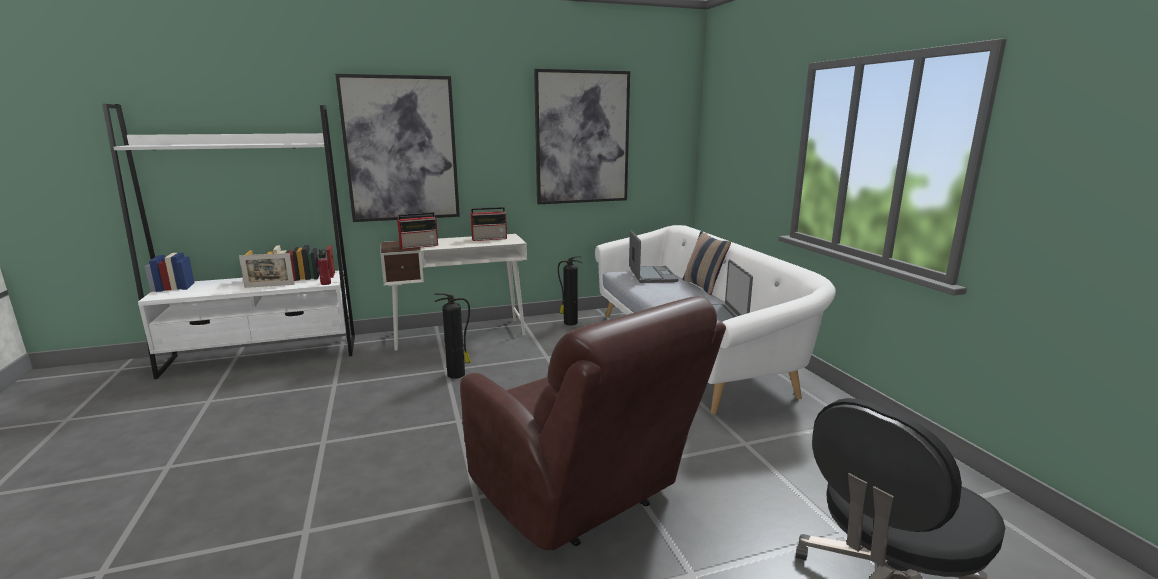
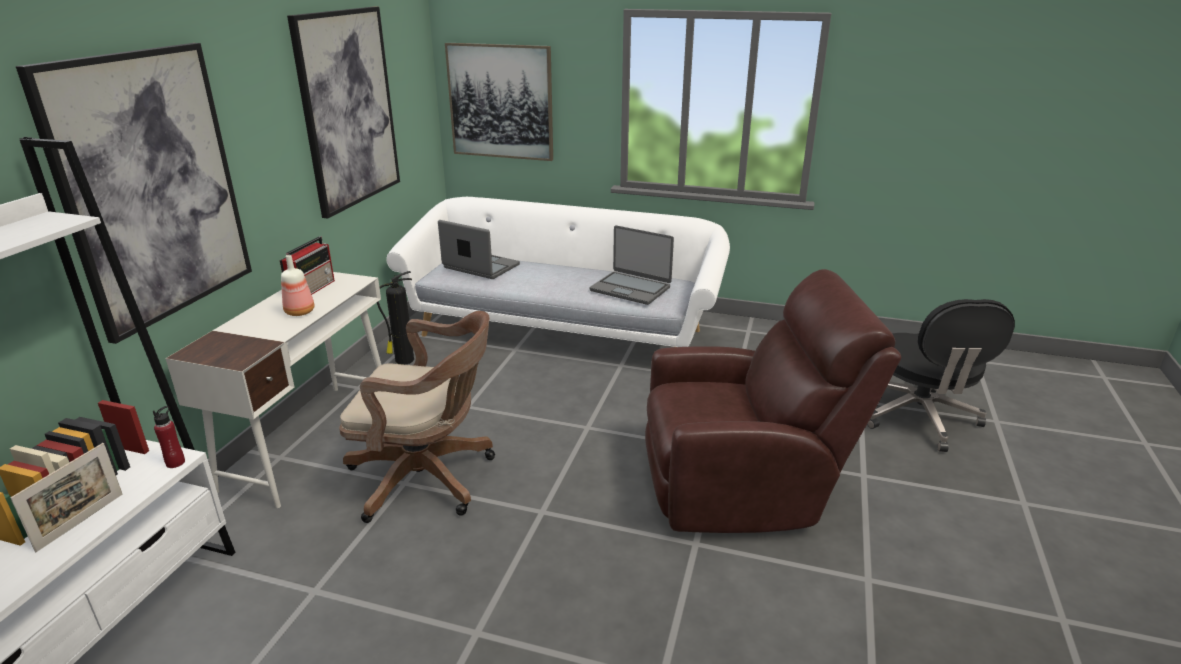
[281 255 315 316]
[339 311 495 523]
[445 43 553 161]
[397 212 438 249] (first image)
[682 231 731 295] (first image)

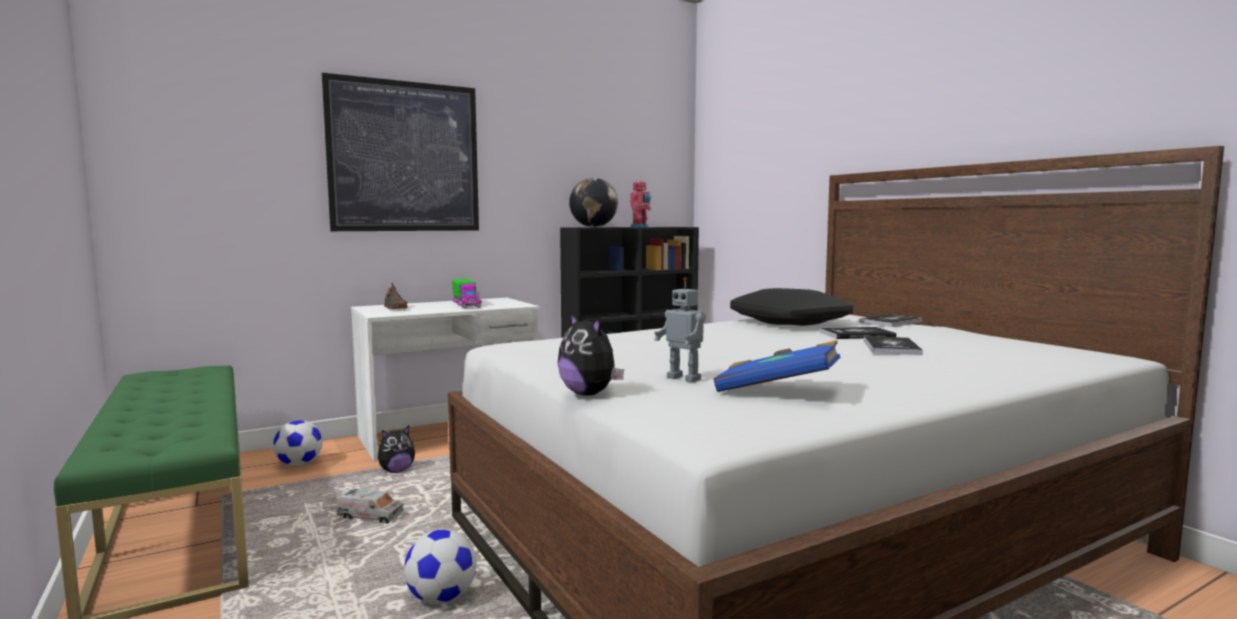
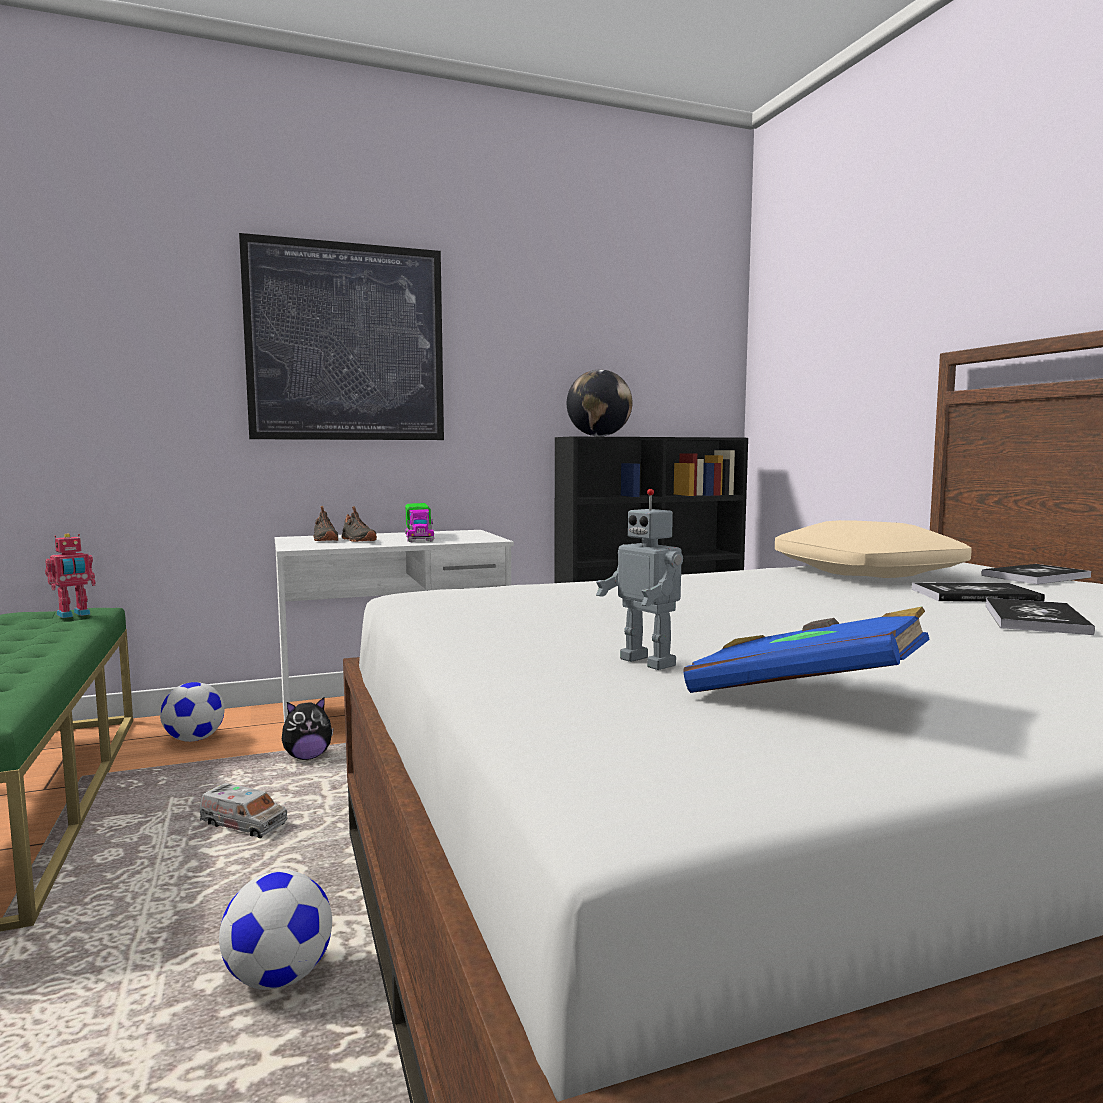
[45 533 96 618]
[342 506 377 542]
[775 520 972 578]
[558 312 624 396] (first image)

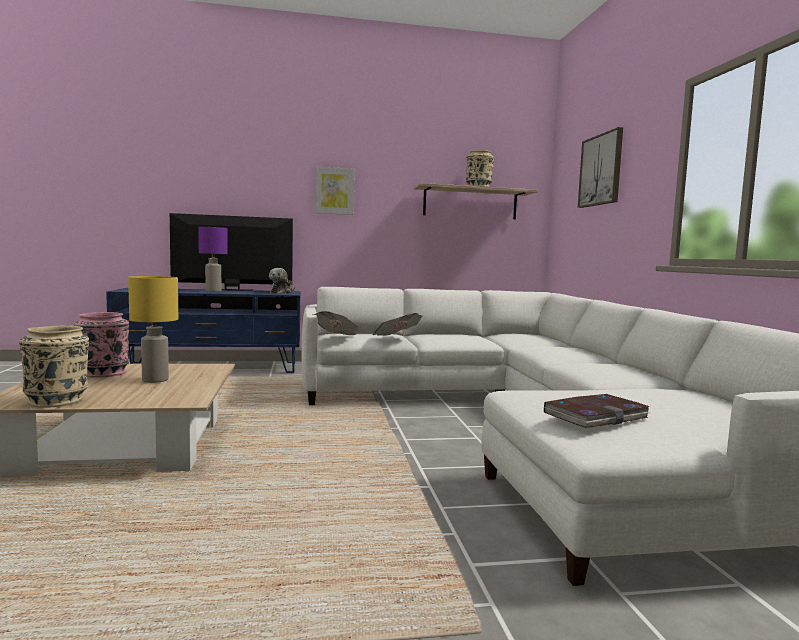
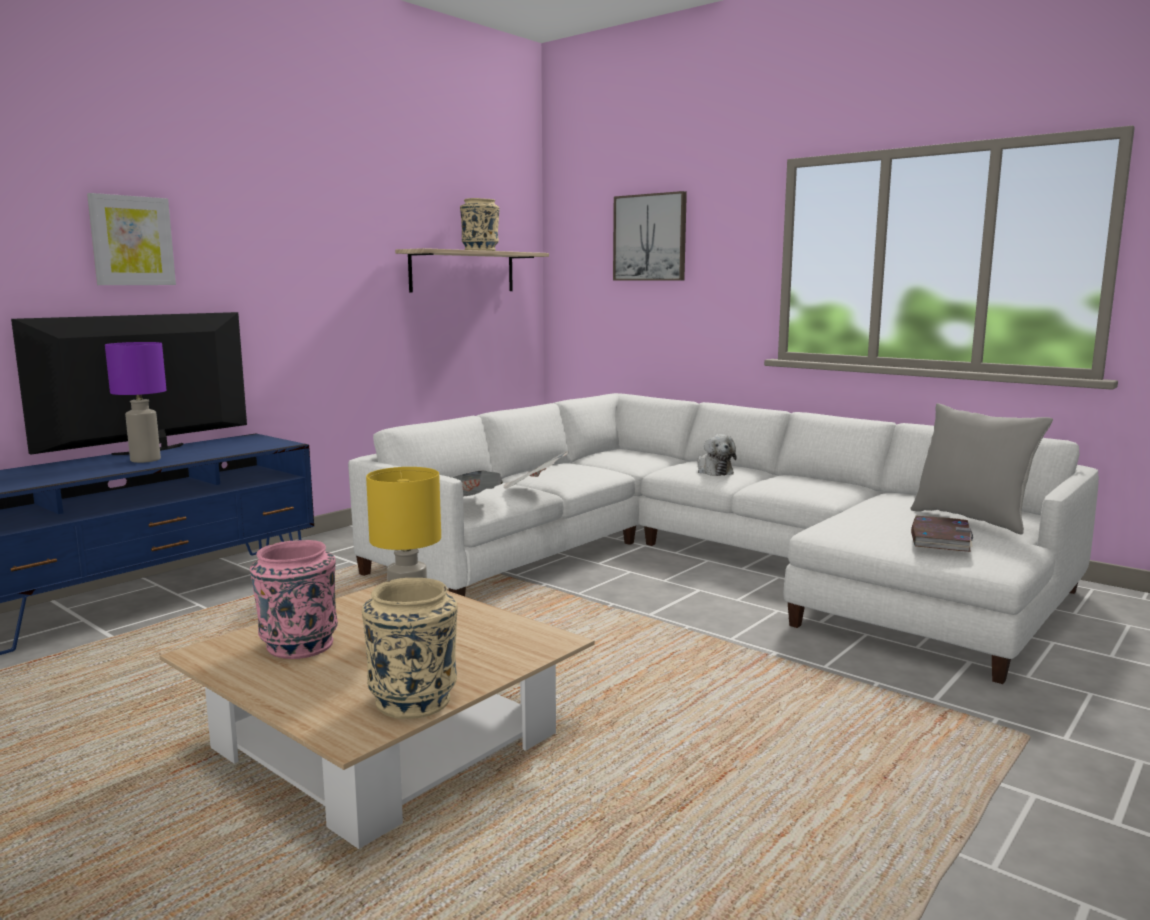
[87 193 176 285]
[697 434 737 476]
[911 403 1053 535]

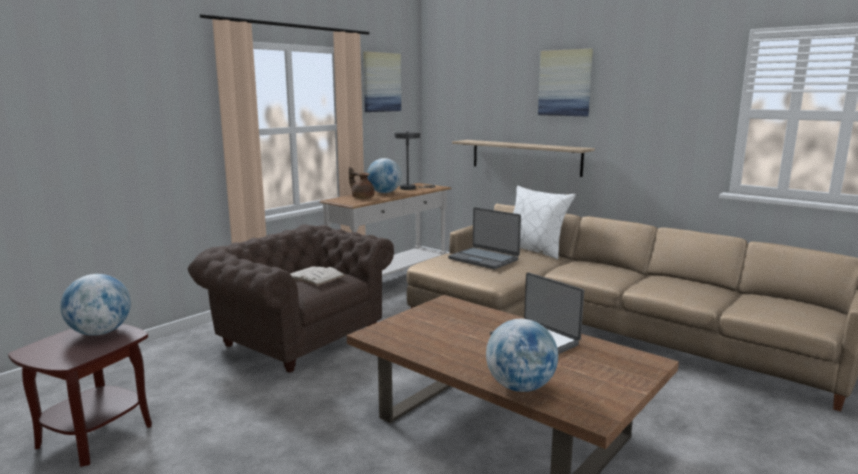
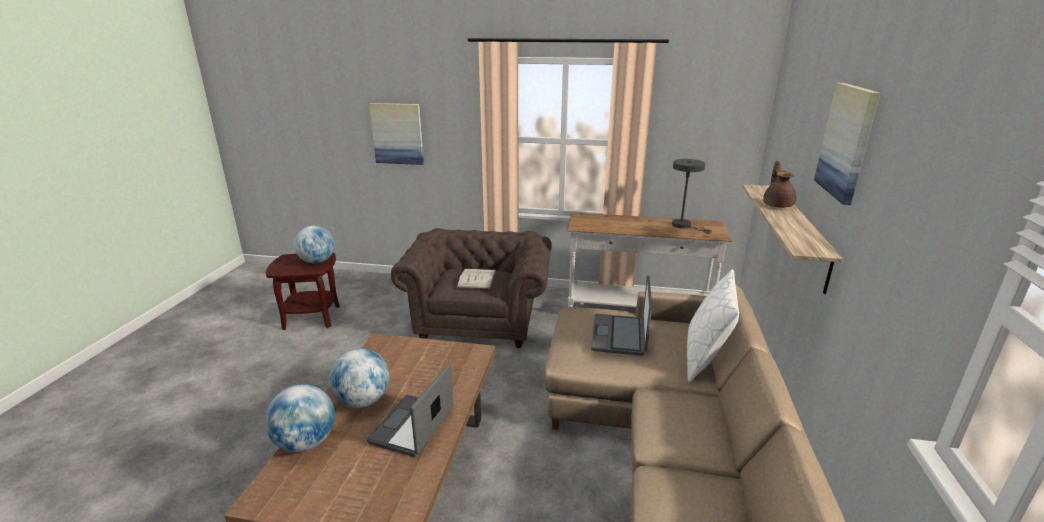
[329 348 389 408]
[369 103 424 165]
[763 160 796 208]

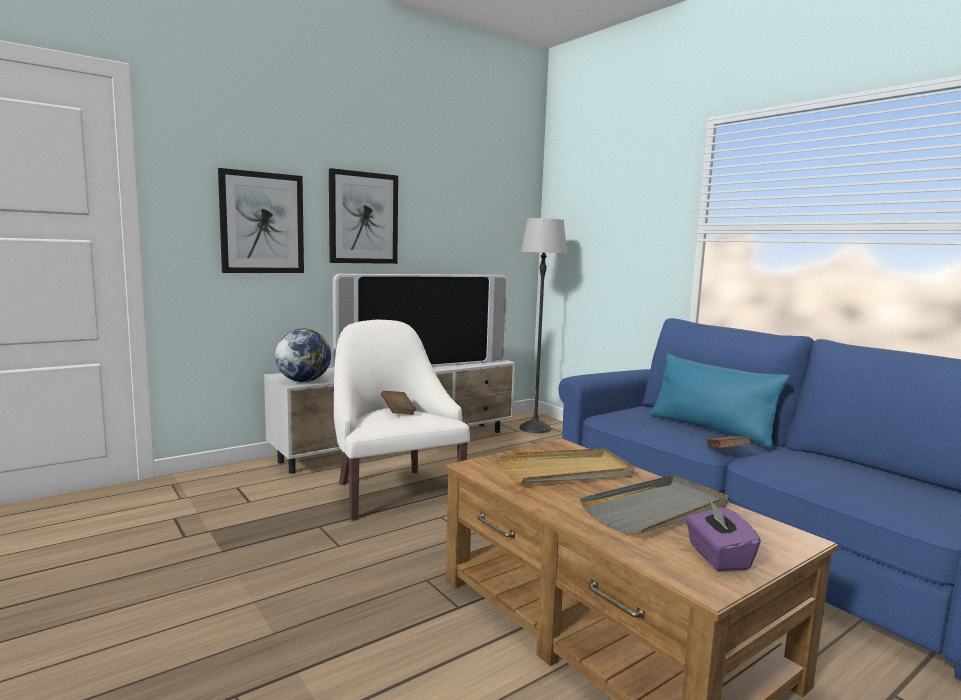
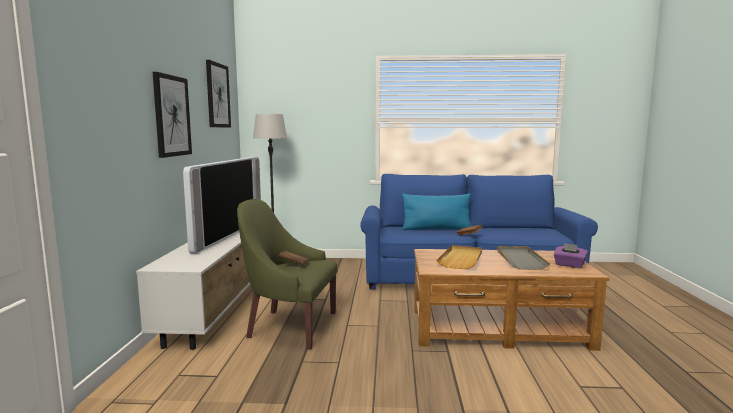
[206 60 231 127]
[237 199 338 350]
[275 329 331 382] (first image)

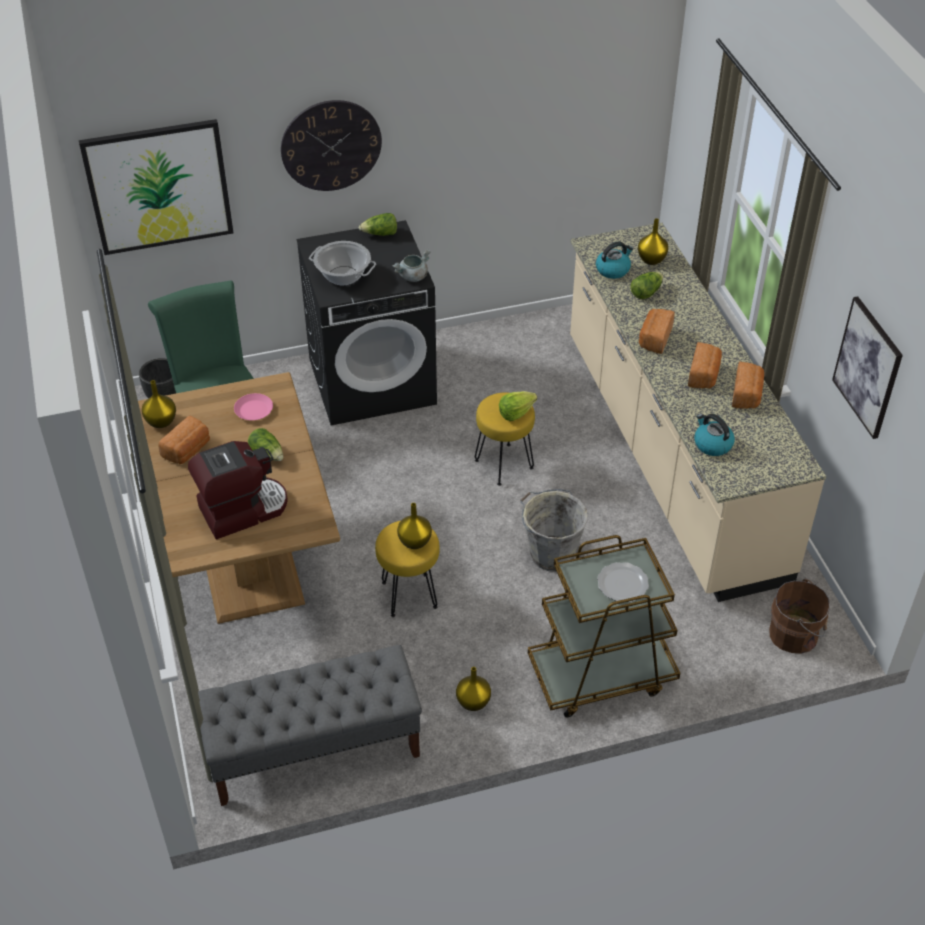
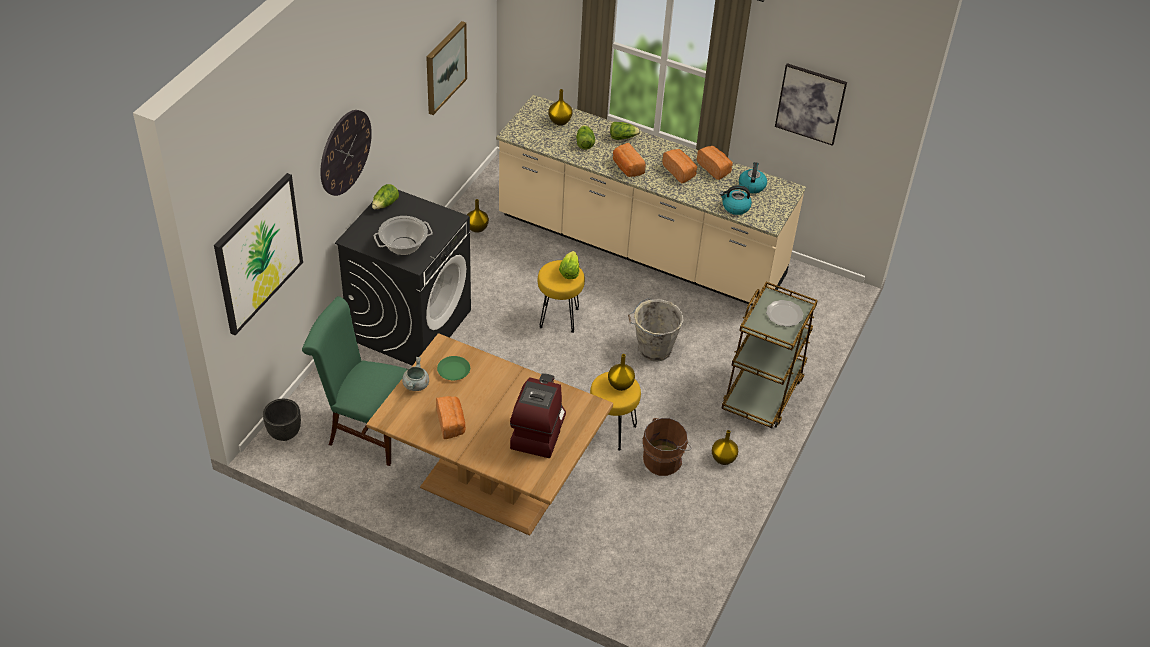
[402 357 429 391]
[426 21 467 115]
[437 356 470 380]
[467 199 489 233]
[610 122 641 140]
[643 418 691 476]
[739 162 767 193]
[198 645 422 806] (first image)

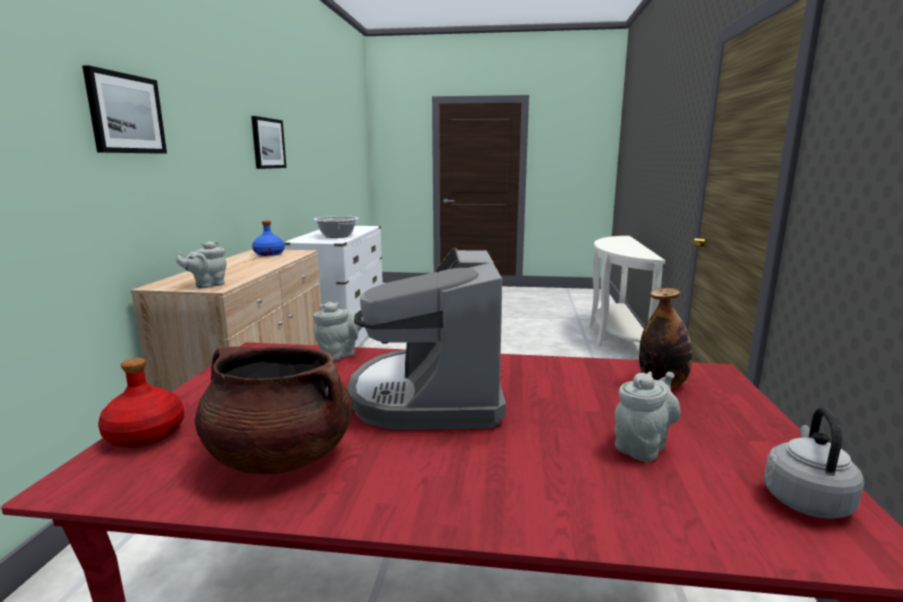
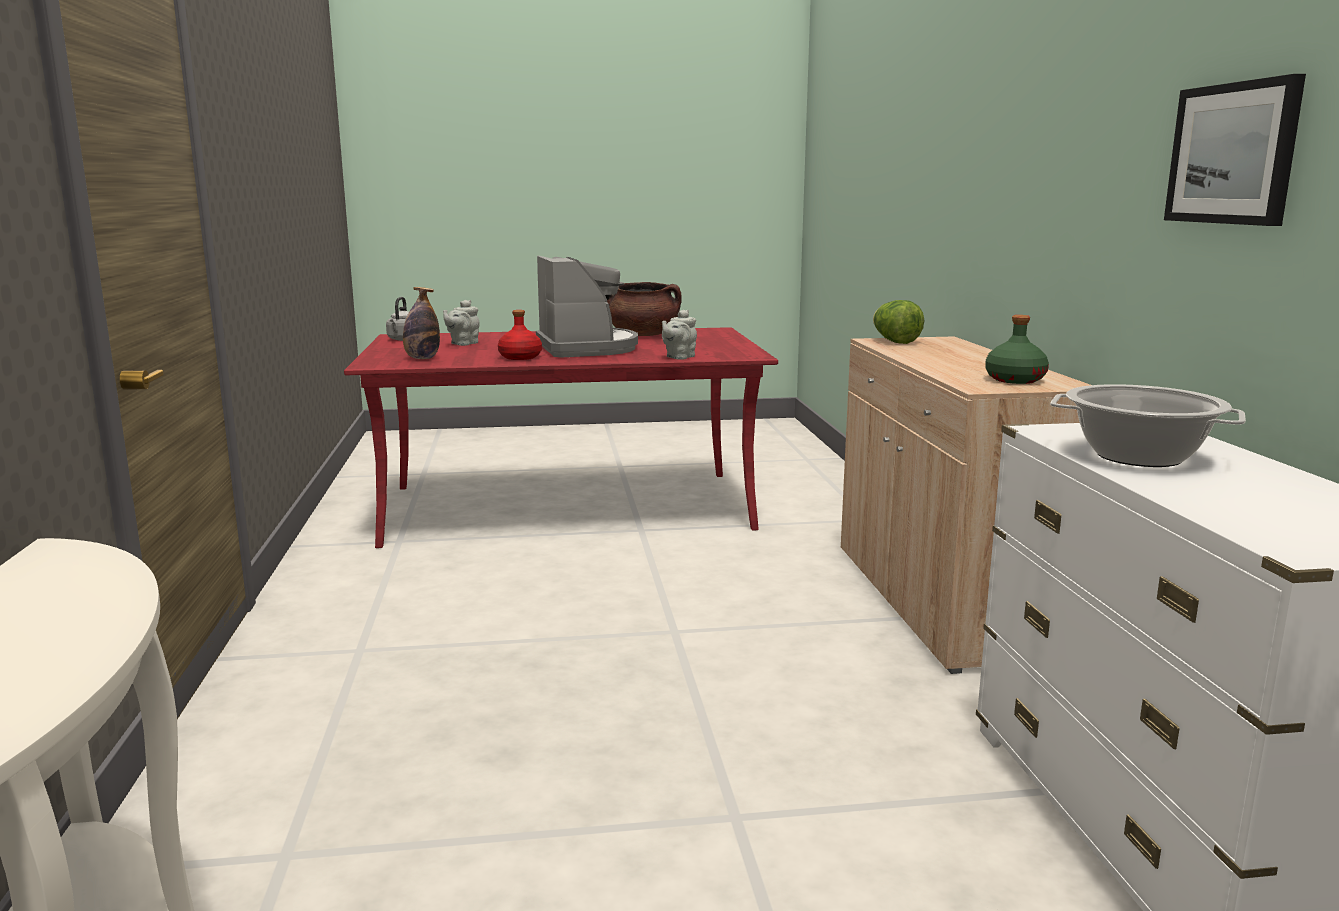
[498 310 542 360]
[873 300 925 344]
[985 315 1049 384]
[82 65 167 154] (first image)

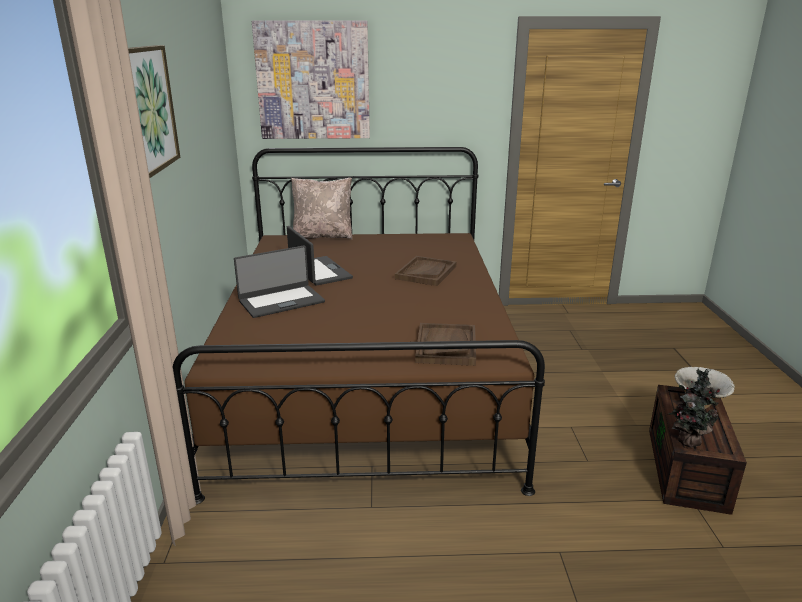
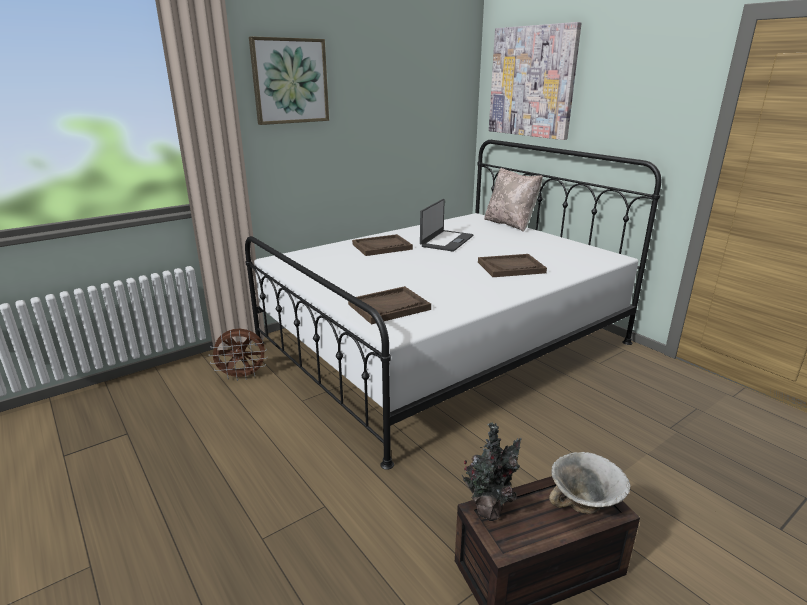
[209 329 268 381]
[245 140 662 470]
[352 234 413 256]

